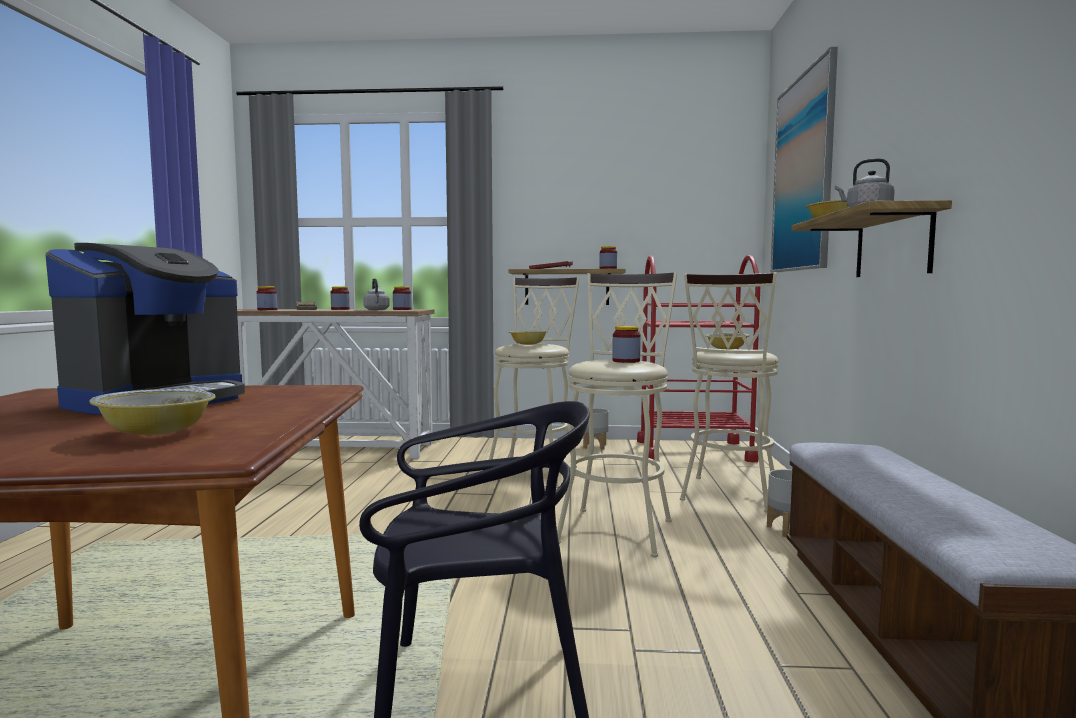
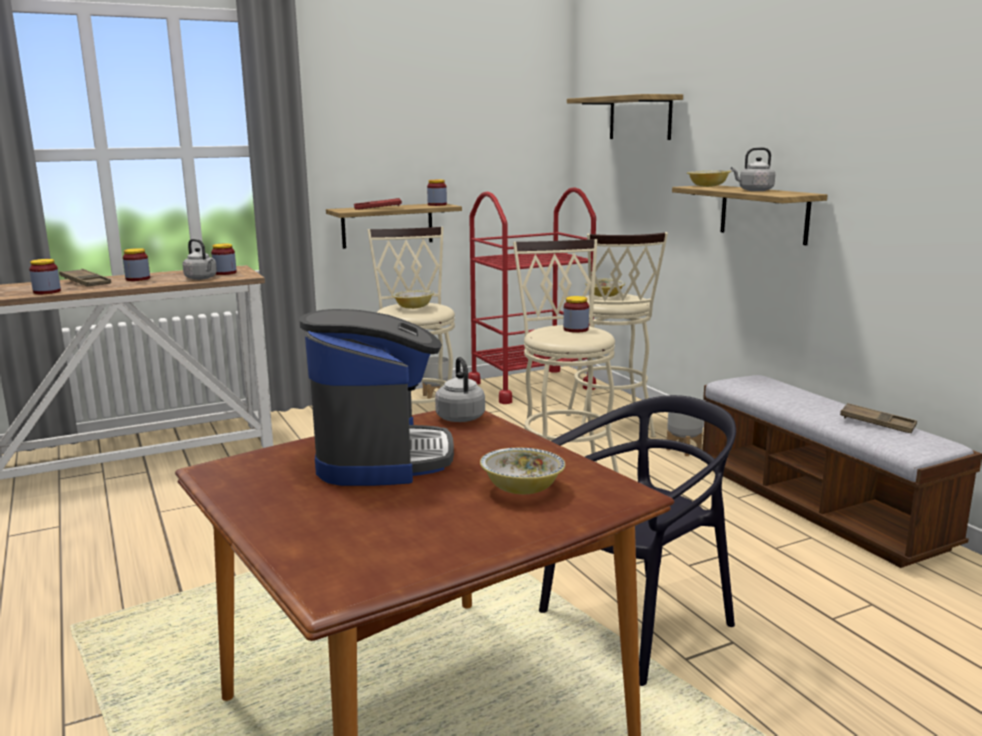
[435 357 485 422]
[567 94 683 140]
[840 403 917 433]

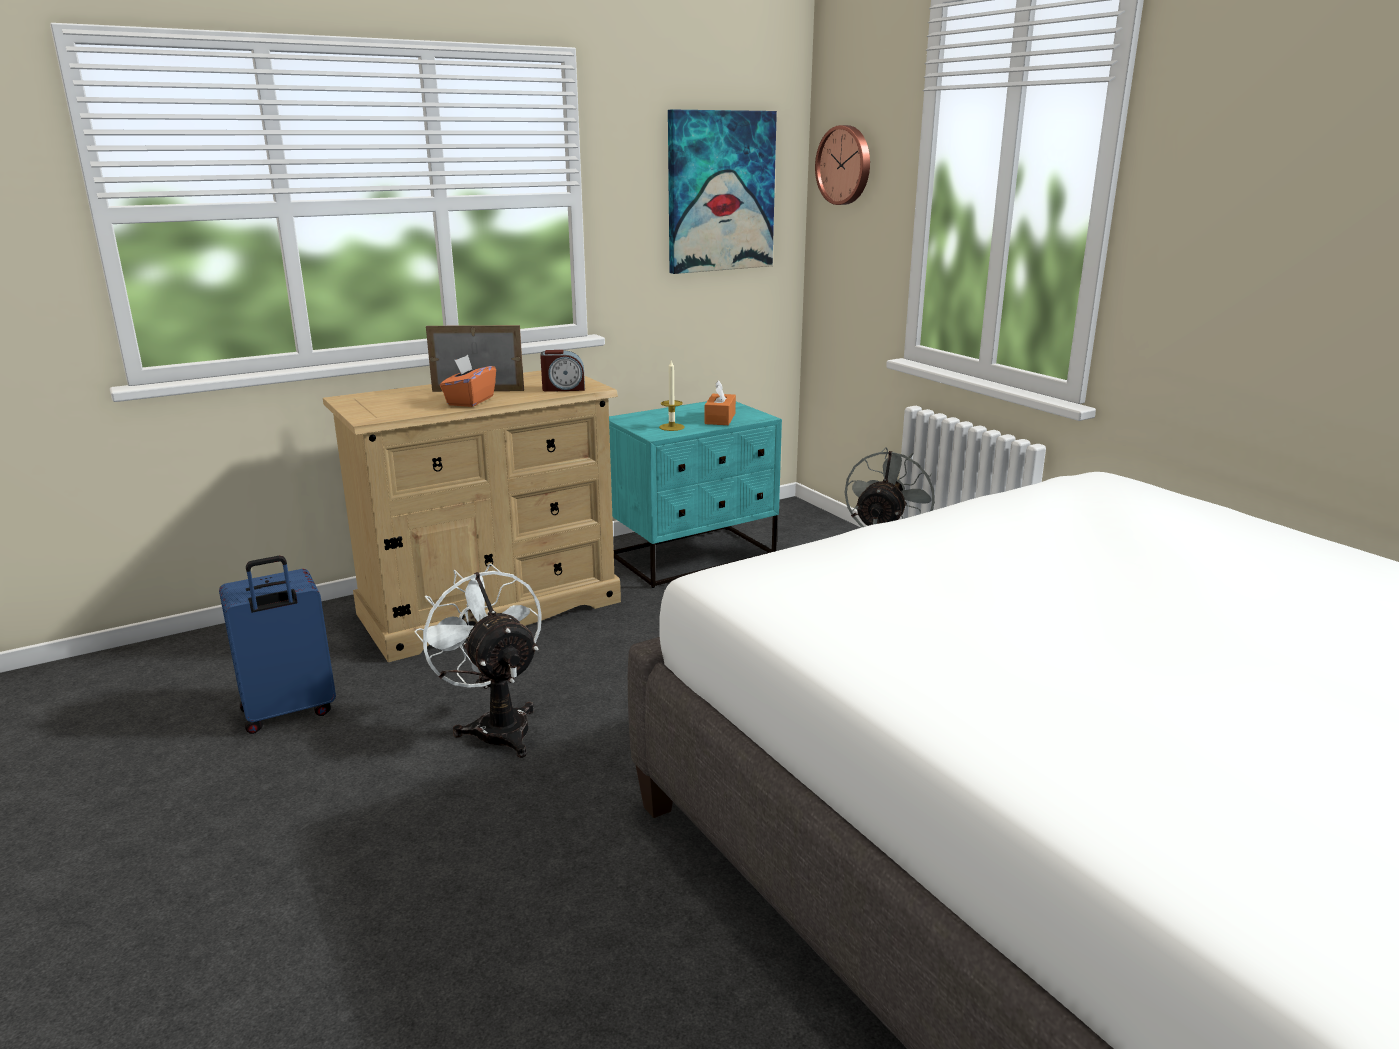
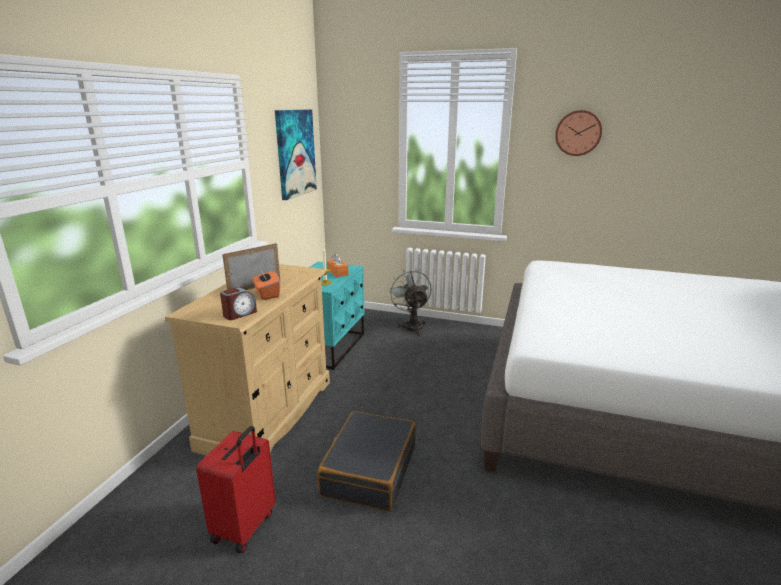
[196 426 276 553]
[220 287 257 320]
[318 411 416 512]
[555 110 602 156]

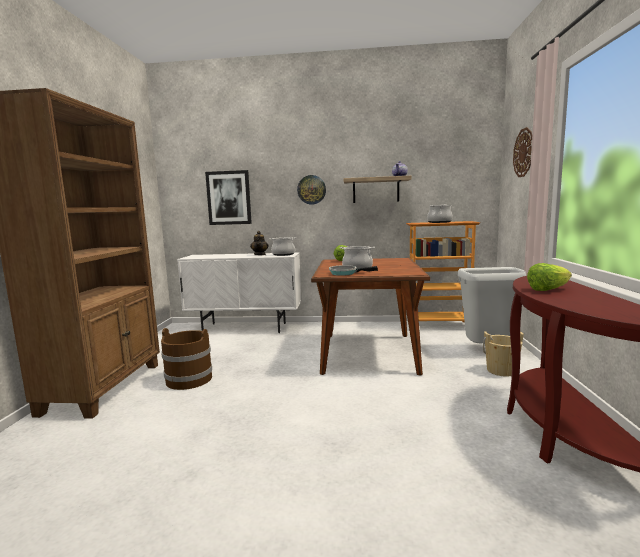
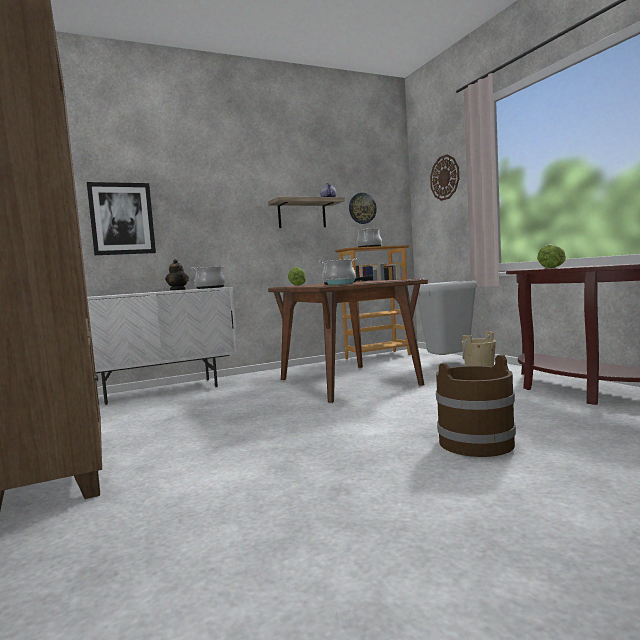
[349 193 377 224]
[436 355 516 457]

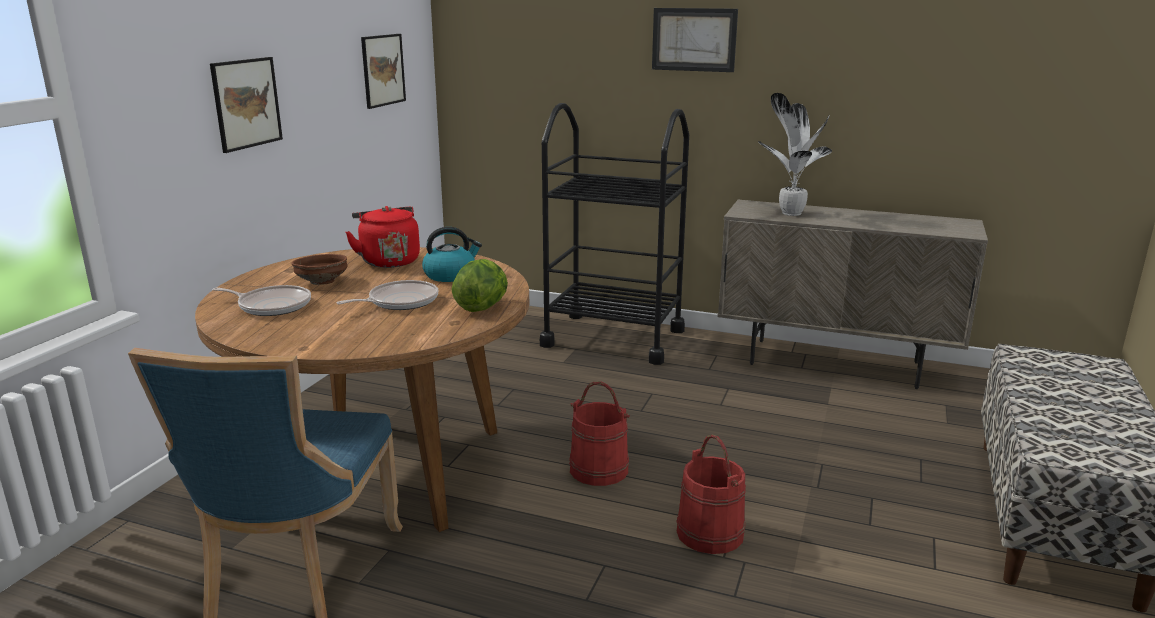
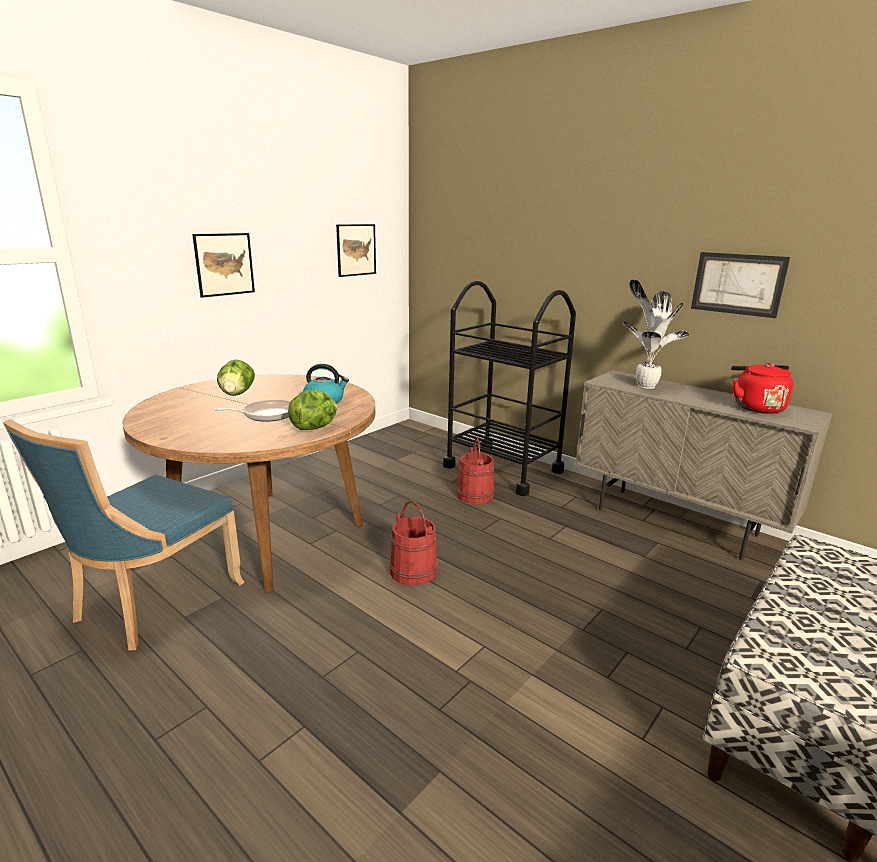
[217 359 255 396]
[456 437 494 504]
[691 252 790 318]
[731 363 793 414]
[212 285 311 316] (first image)

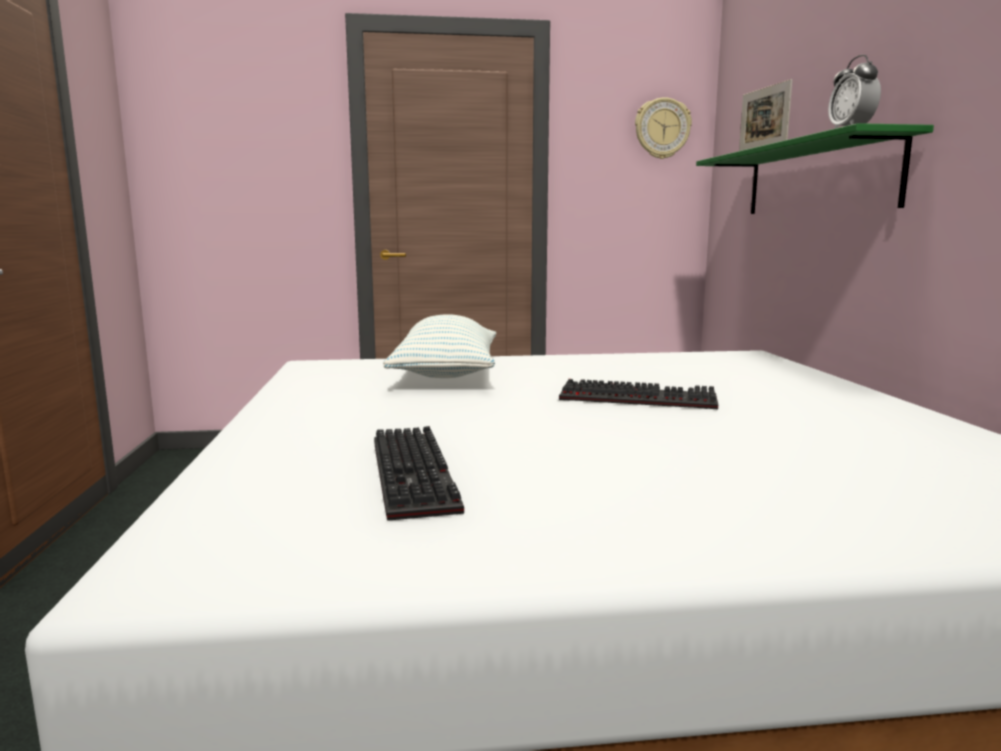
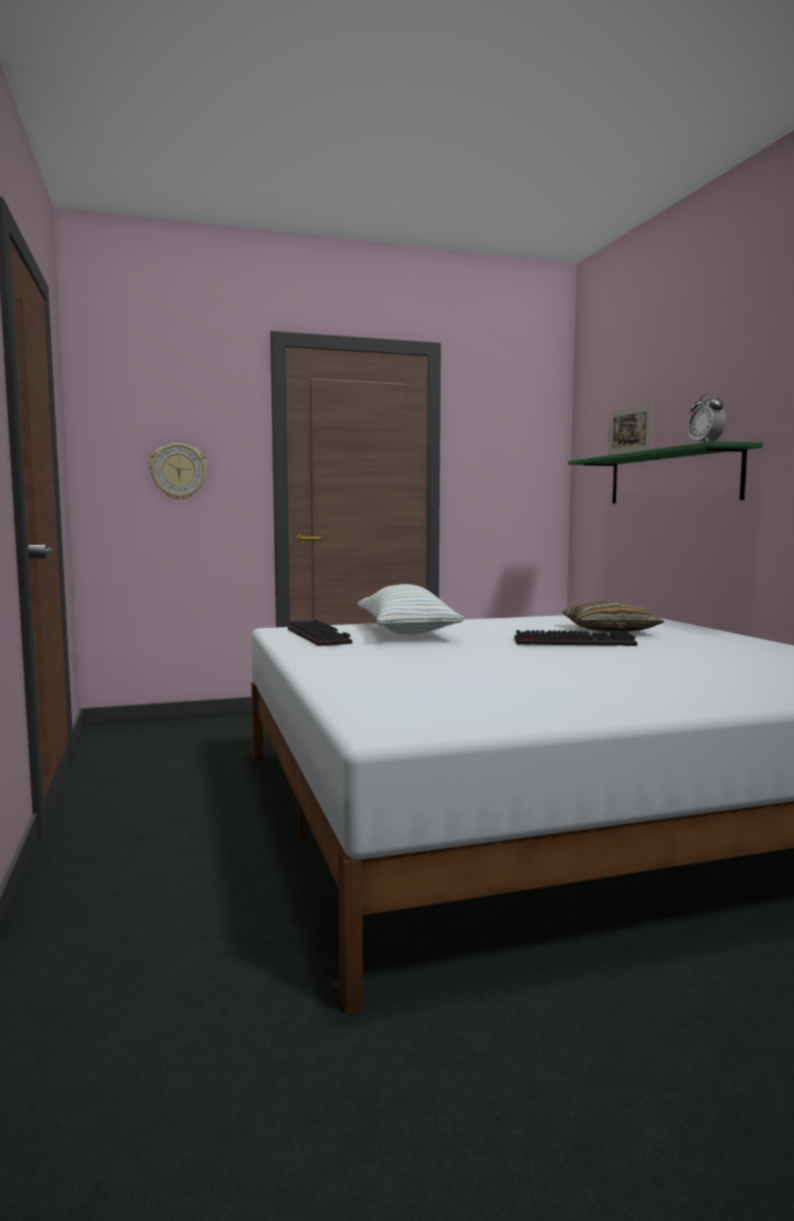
[149 443 207 500]
[288 620 352 646]
[562 600 664 633]

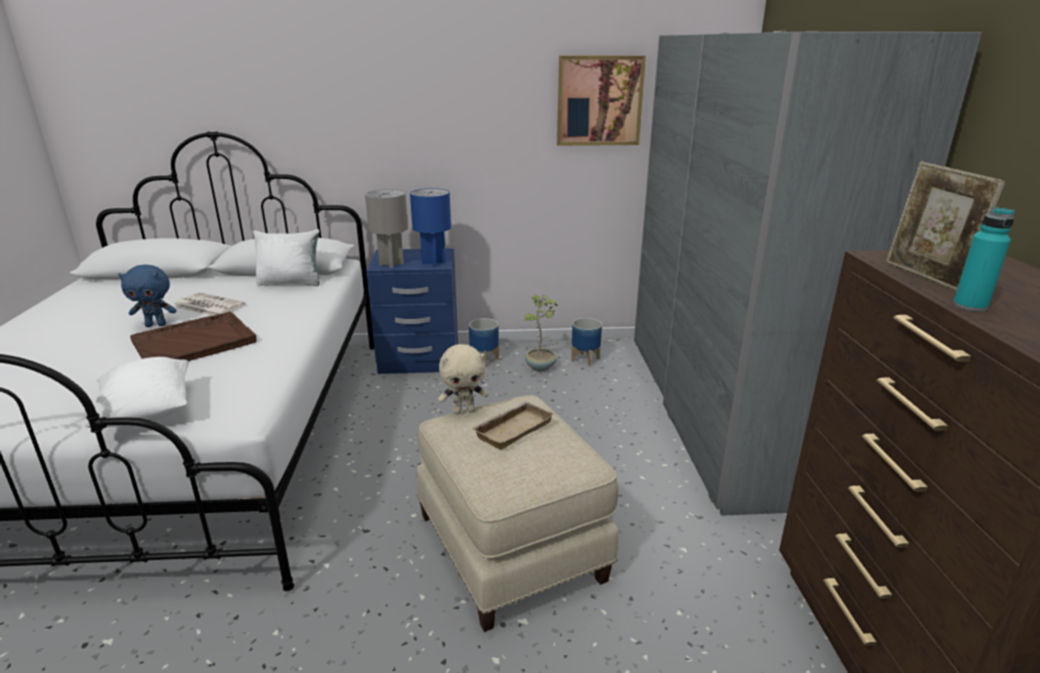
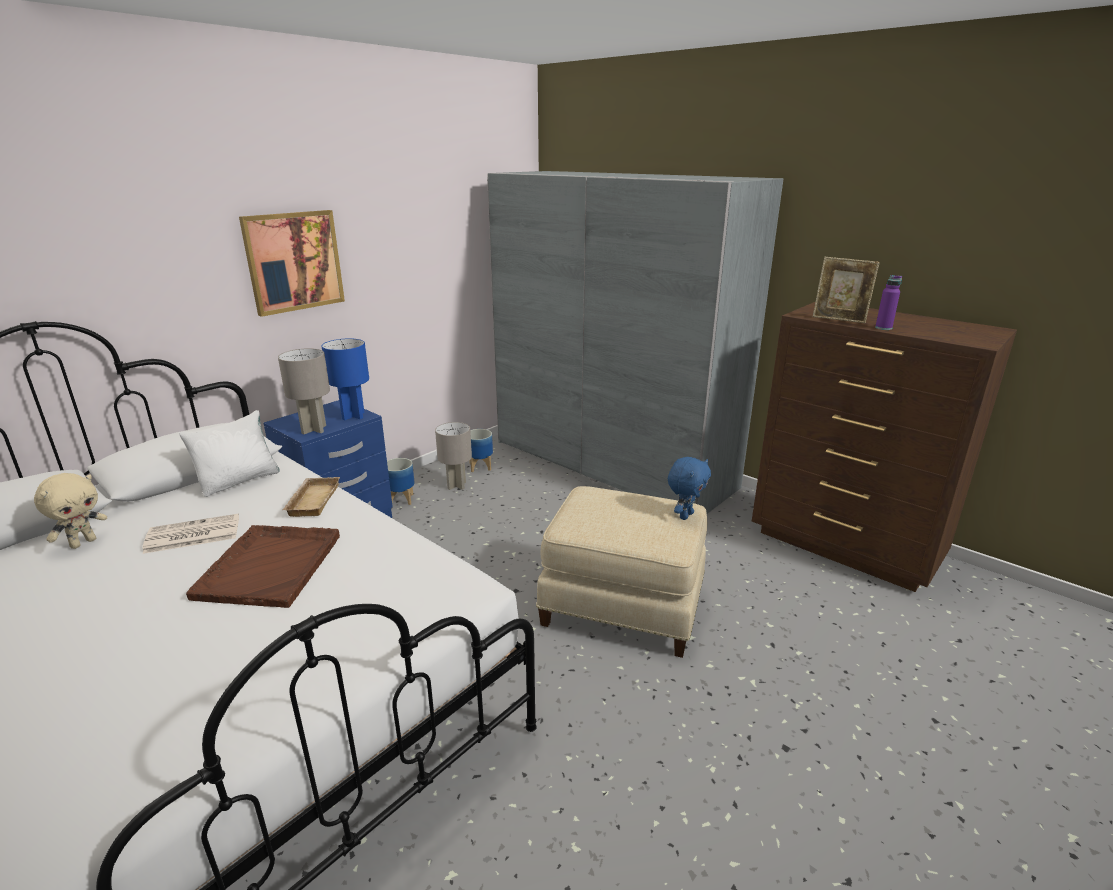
[34 473 107 549]
[239 210 345 317]
[283 477 340 517]
[435 422 472 490]
[668 457 711 520]
[875 275 902 330]
[85 357 189 428] (first image)

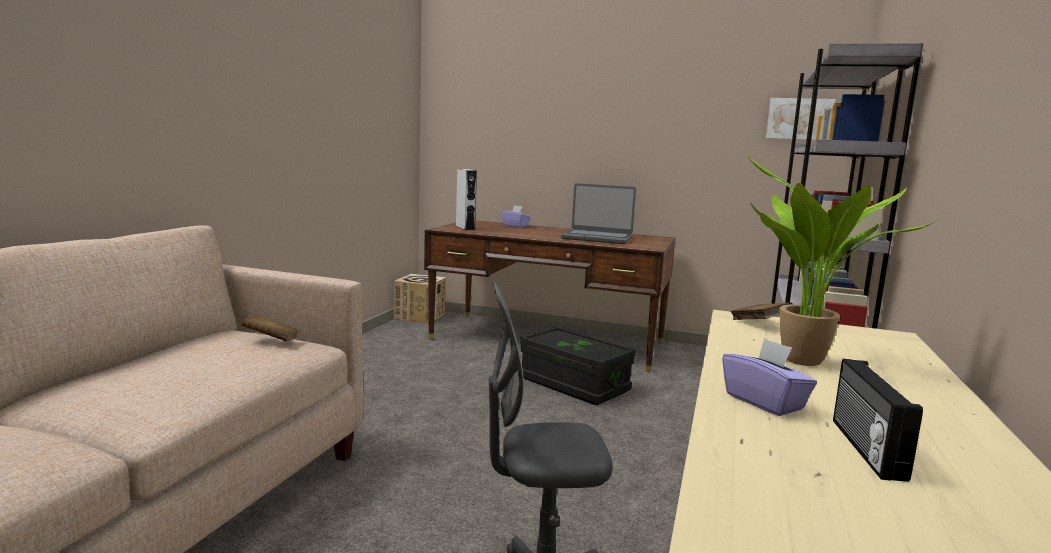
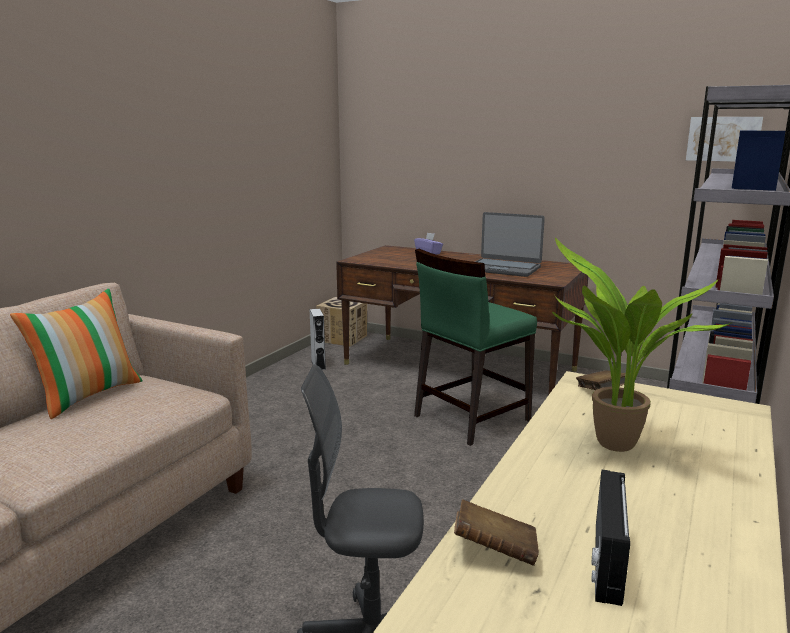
[10 289 143 419]
[310 309 326 370]
[414 249 537 446]
[454 499 539 566]
[722 338 817 416] (first image)

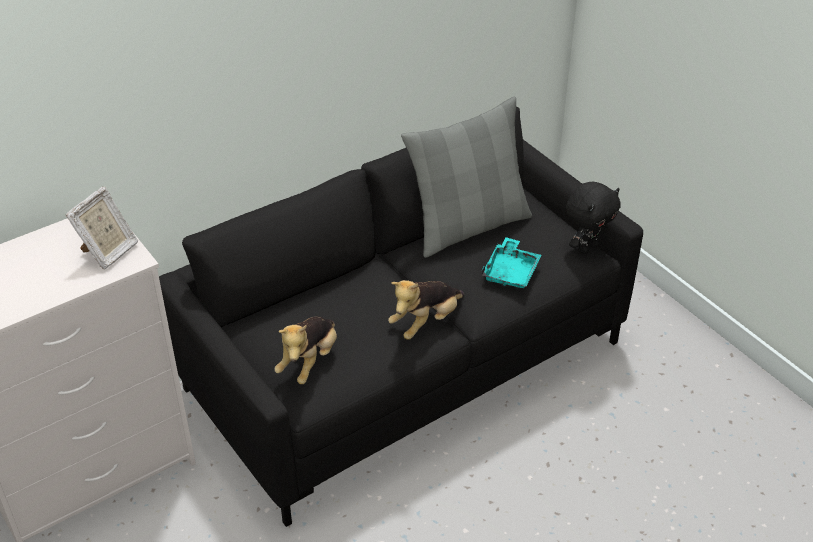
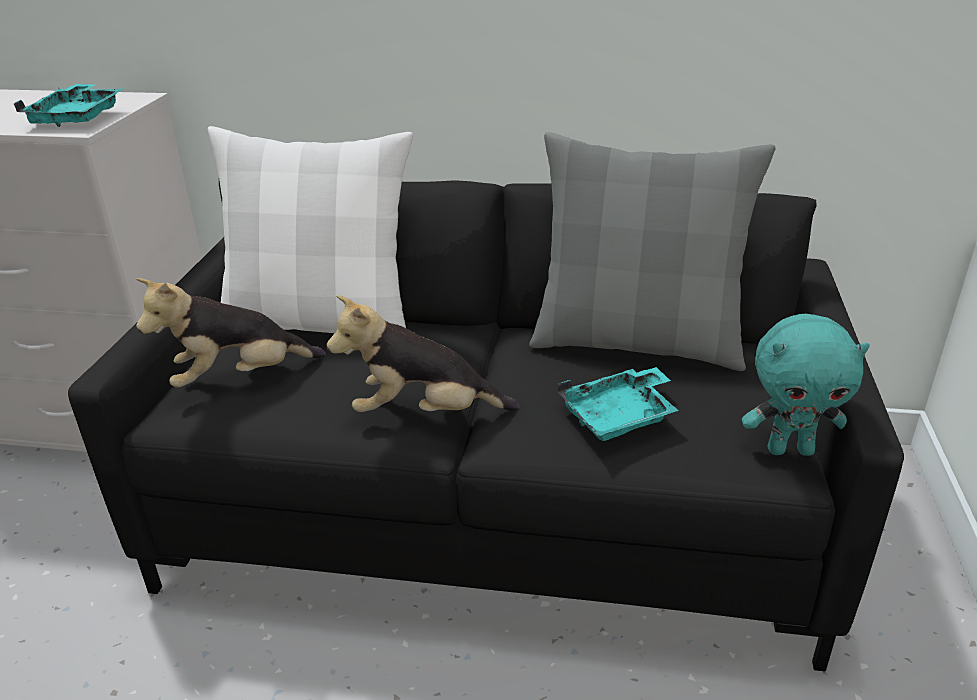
[14 84 123 127]
[208 126 413 333]
[742 314 870 456]

